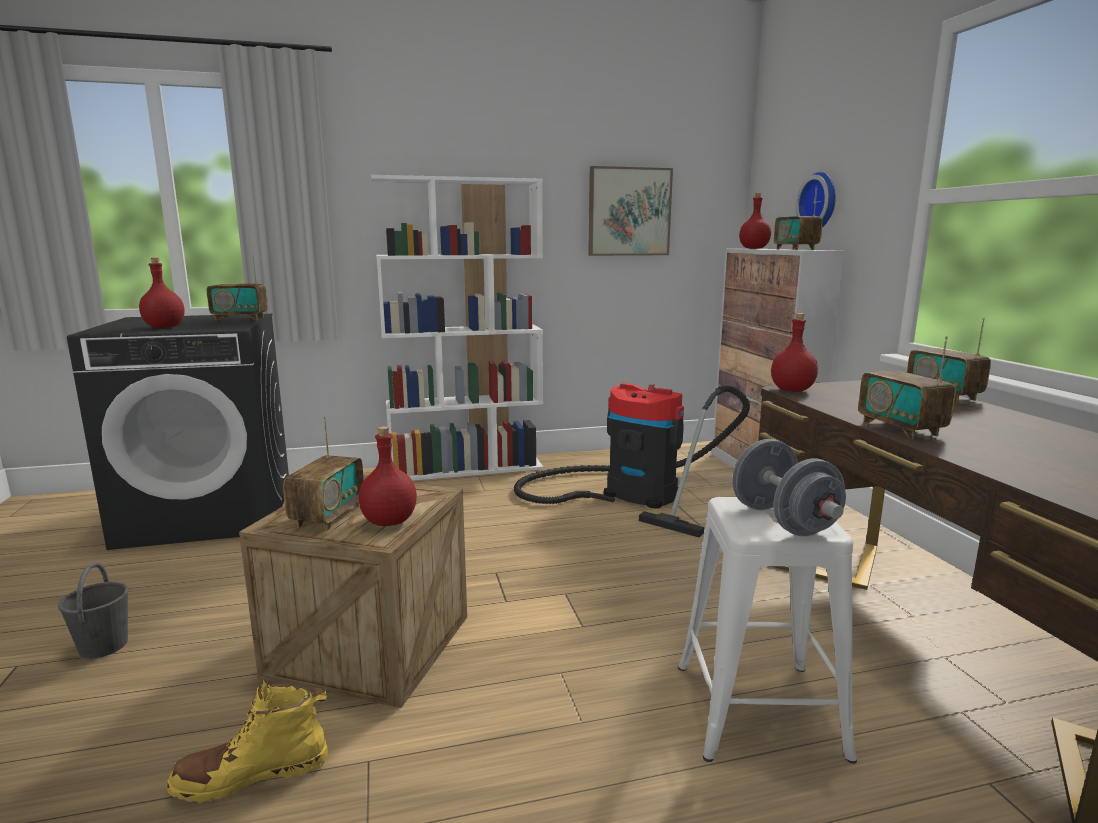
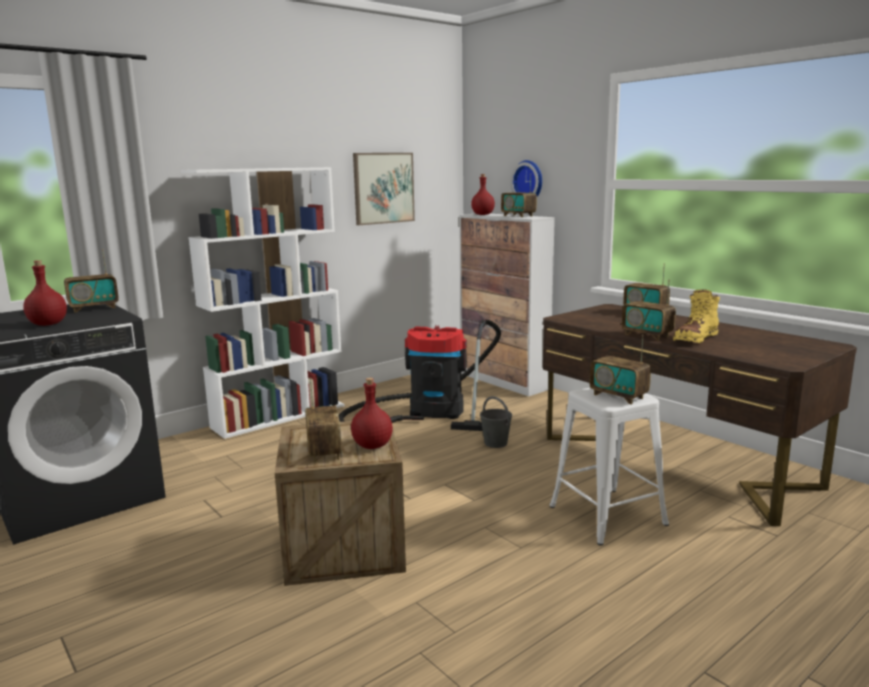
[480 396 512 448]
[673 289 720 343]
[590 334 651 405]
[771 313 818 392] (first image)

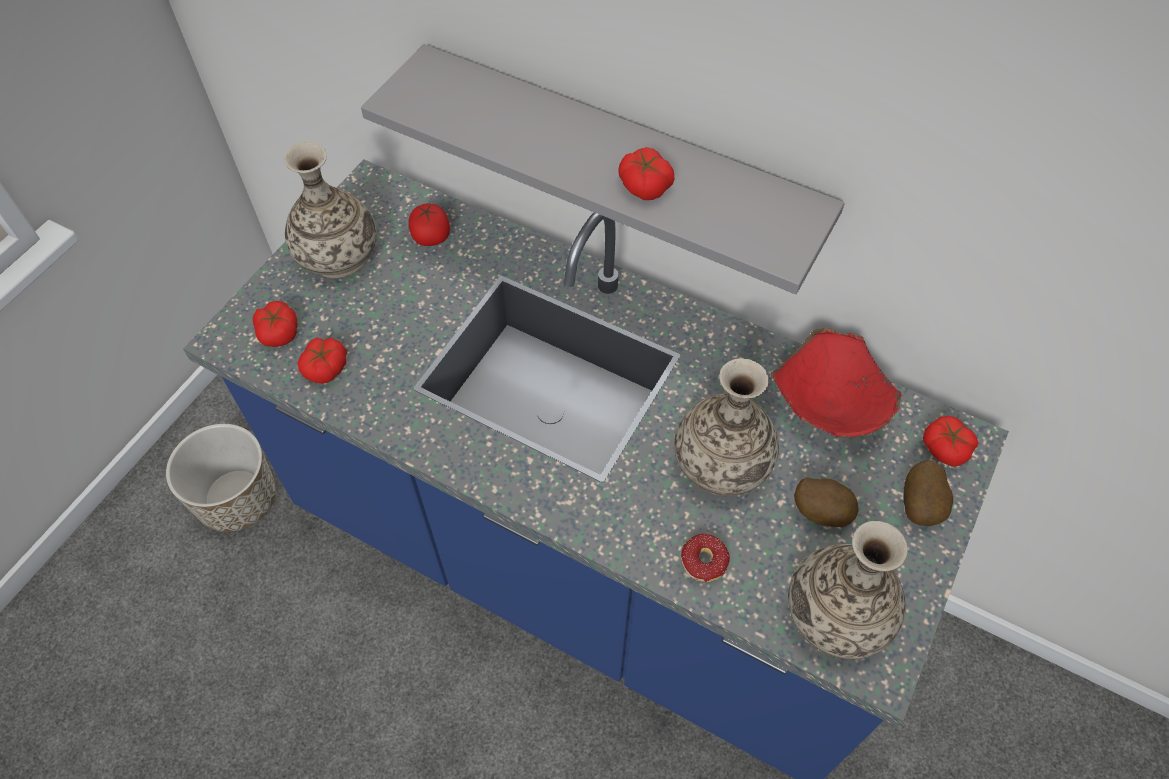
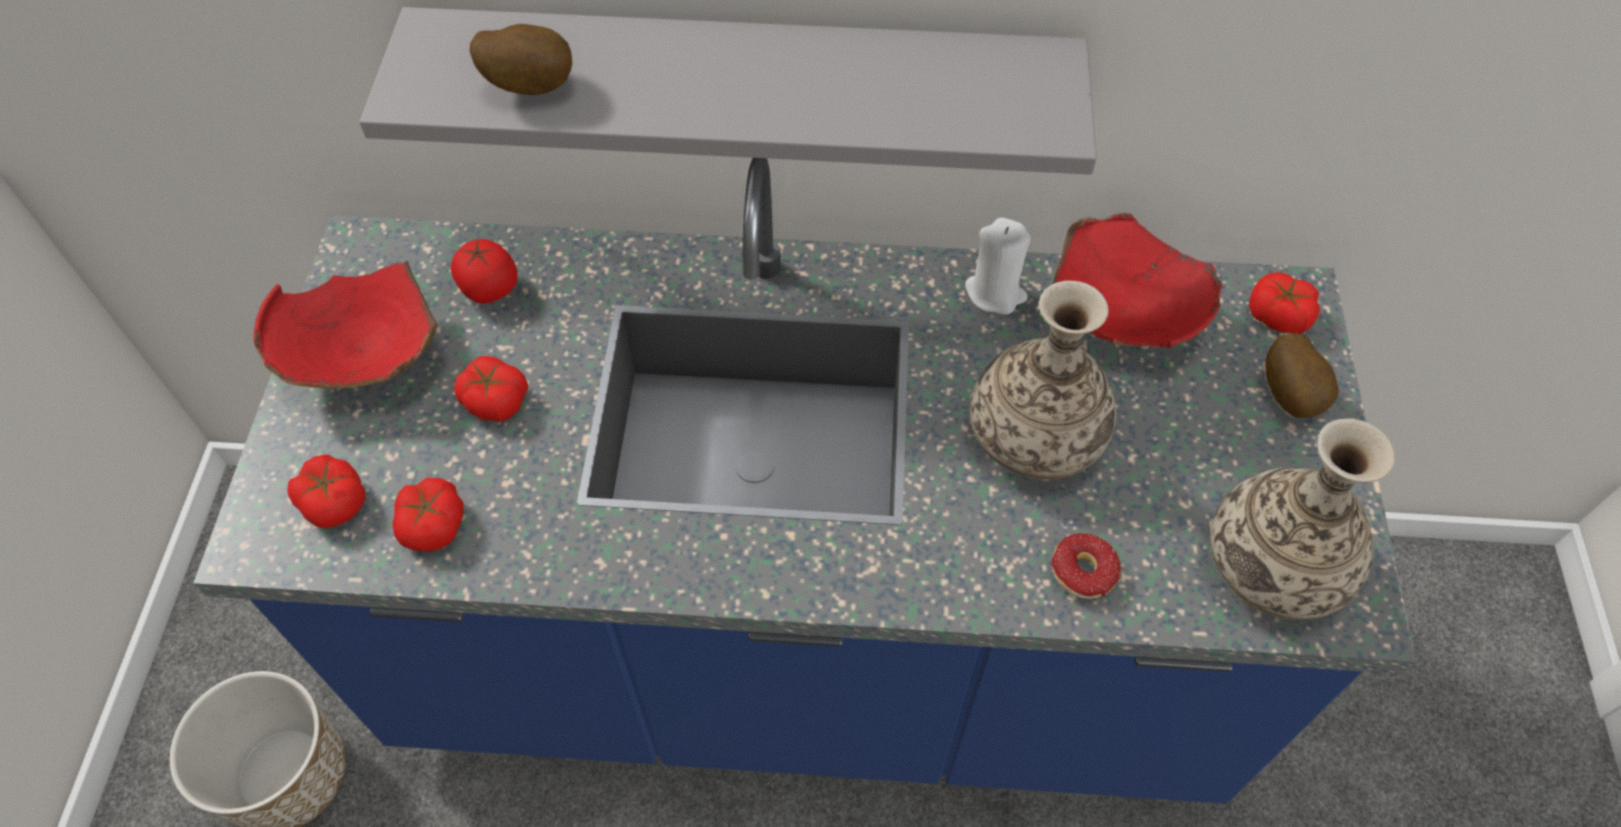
[254 261 437 389]
[454 356 528 422]
[470 24 572 95]
[965 217 1031 314]

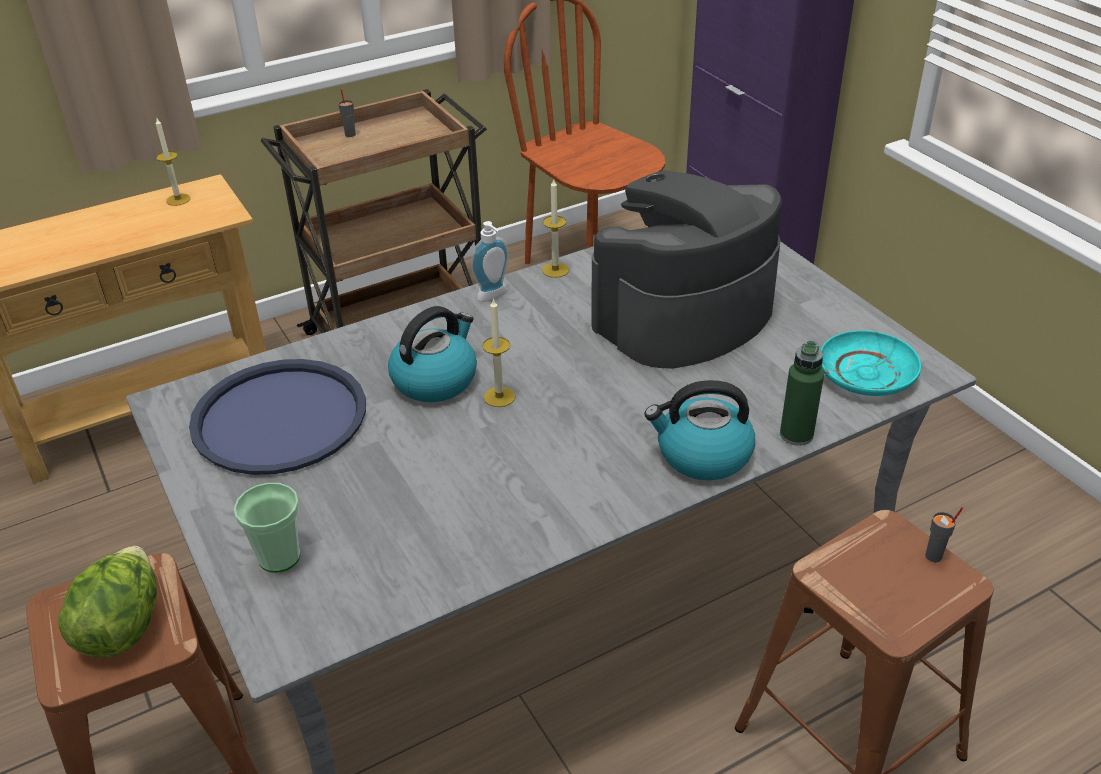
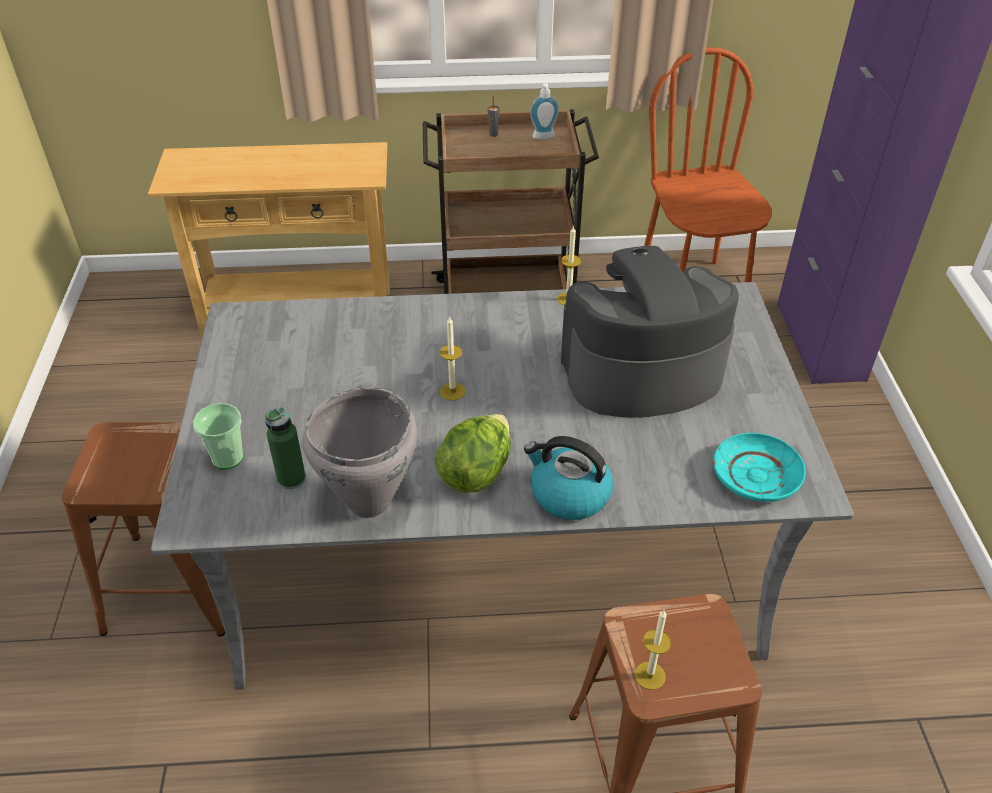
[435 414 511 493]
[634 610 671 690]
[189 359 366 475] (first image)
[388 306 477 402] (first image)
[530 83 559 139]
[265 407 306 489]
[925 507 963 562] (first image)
[303 388 417 518]

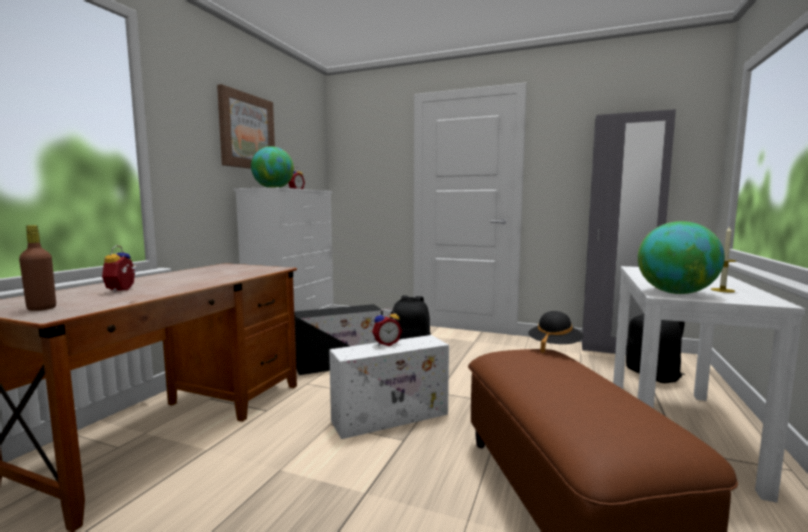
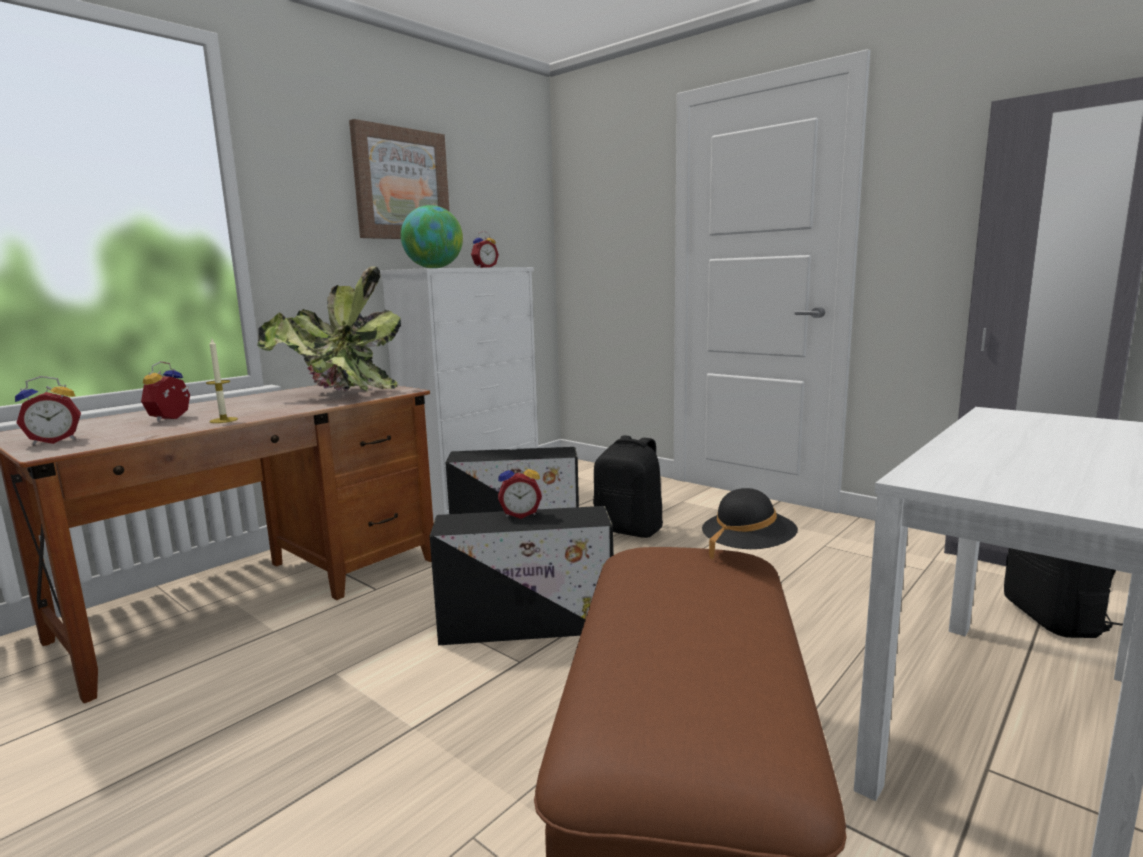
[15 376 81 444]
[430 506 613 646]
[638 221 725 294] (first image)
[206 337 238 423]
[257 266 401 391]

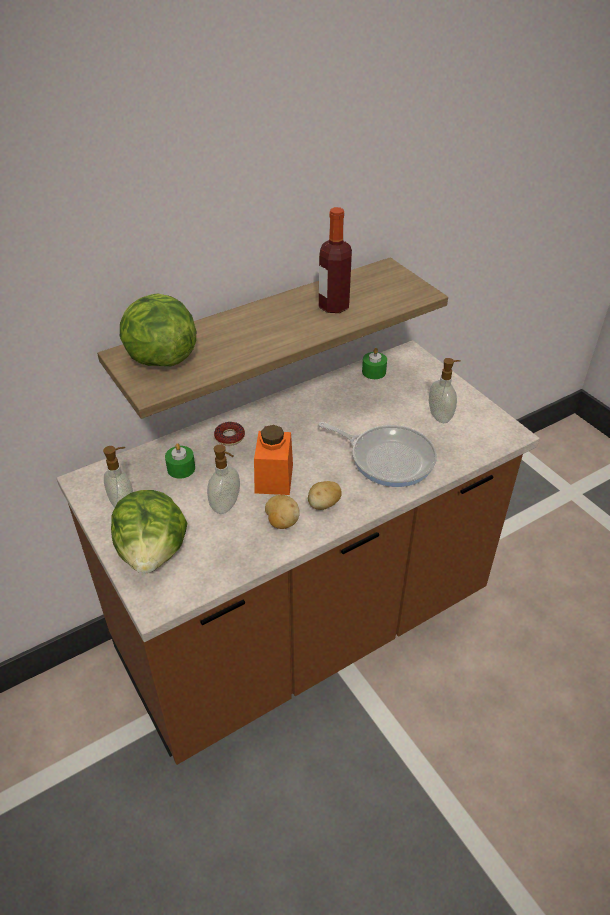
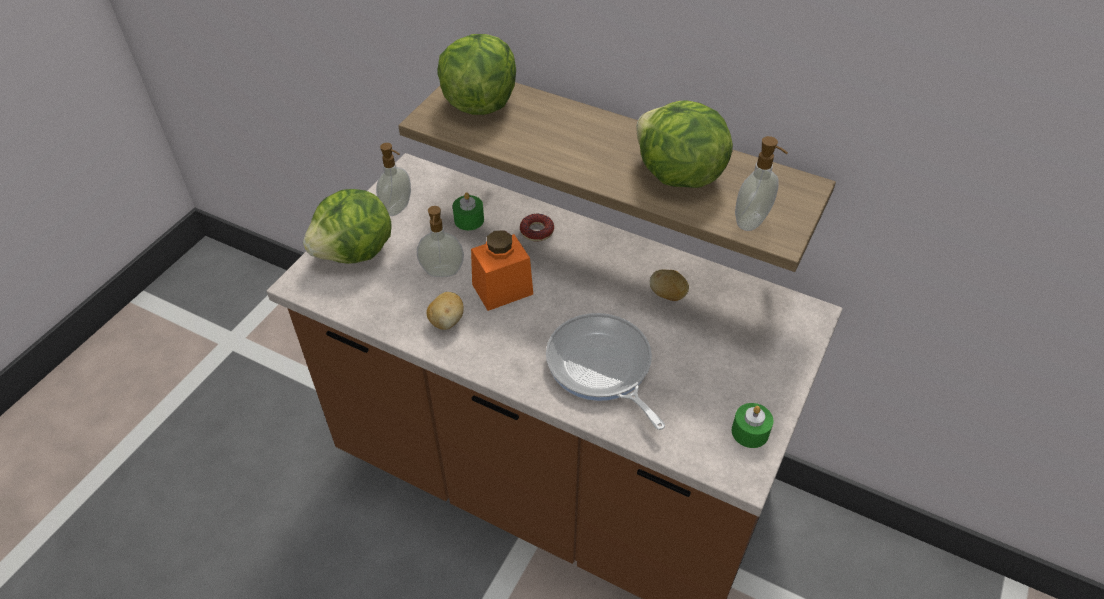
[650 269 689 301]
[636 100 733 188]
[546 313 665 430]
[732 403 773 448]
[735 136 788 231]

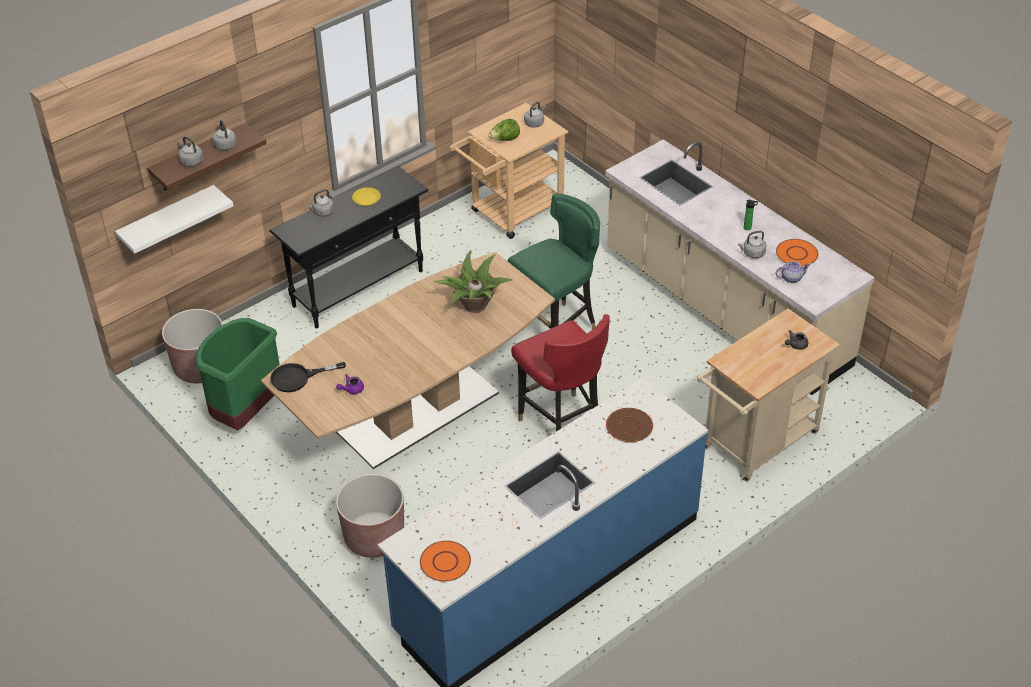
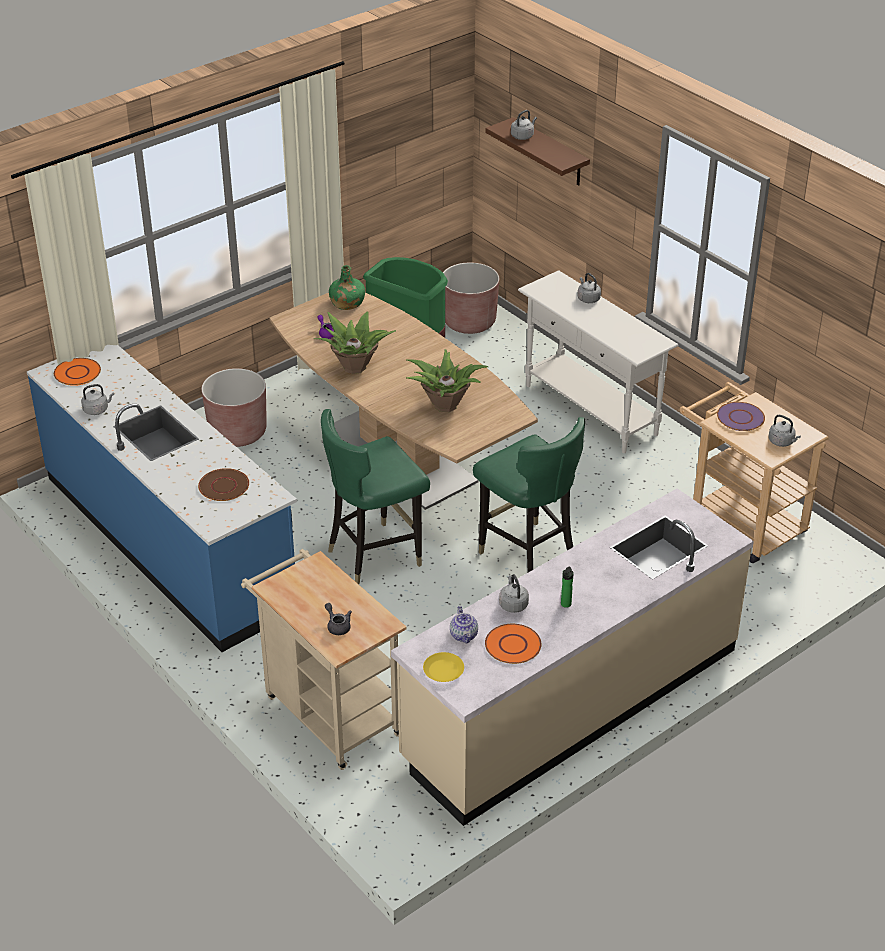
[115 185 234 254] (first image)
[81 384 114 415]
[518 270 678 453]
[329 265 365 310]
[423 652 464 682]
[717 402 765 431]
[321 409 430 584]
[313 312 396 374]

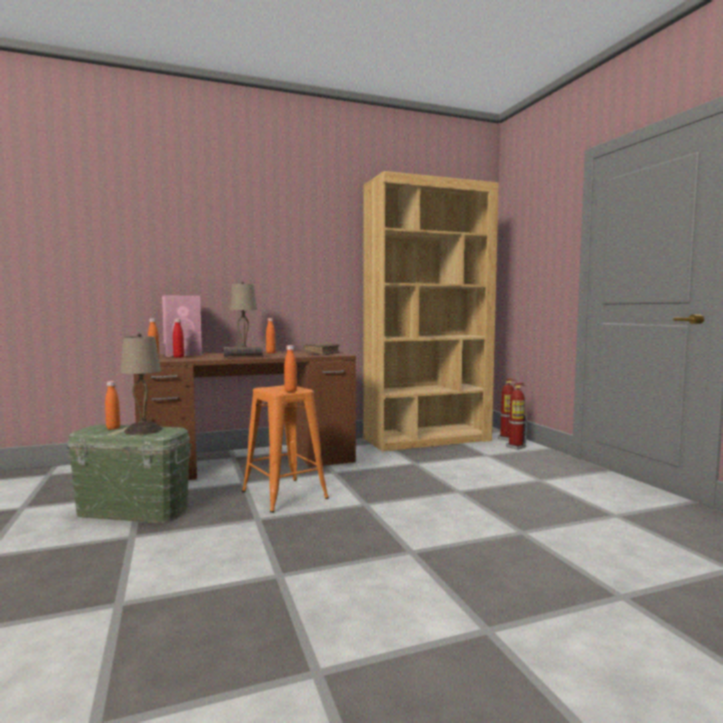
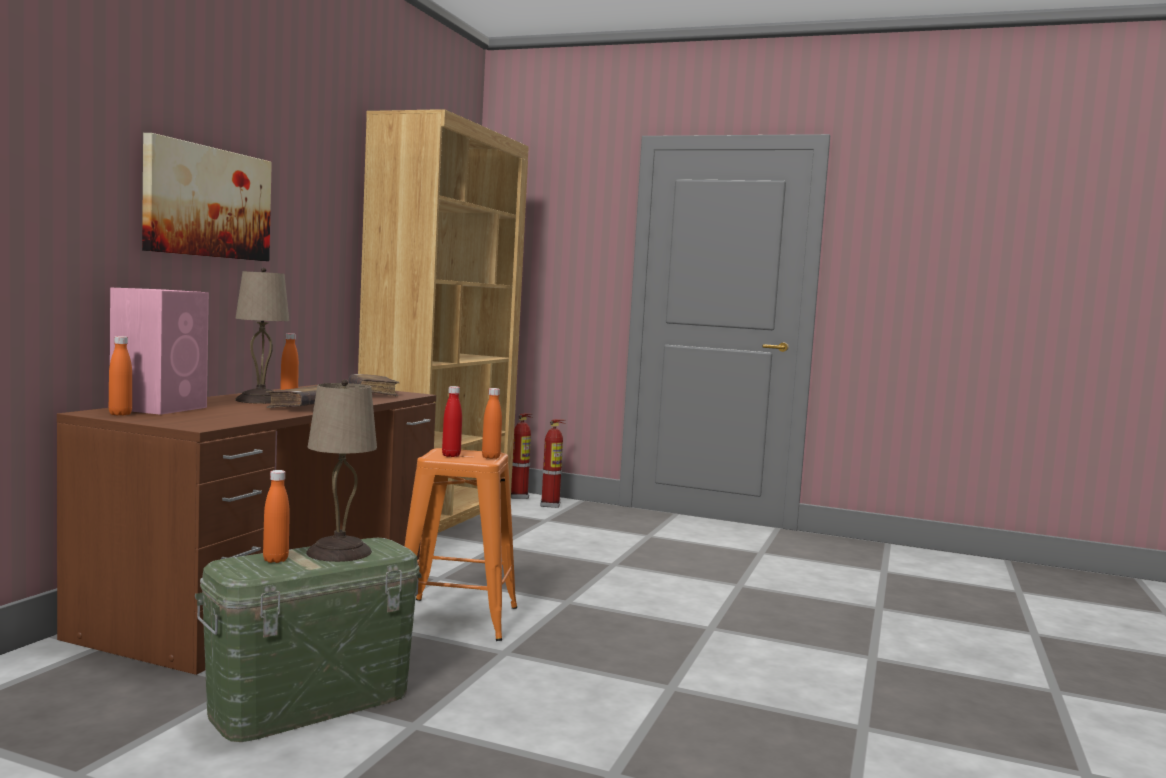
[442 386 462 457]
[142 133 272 261]

